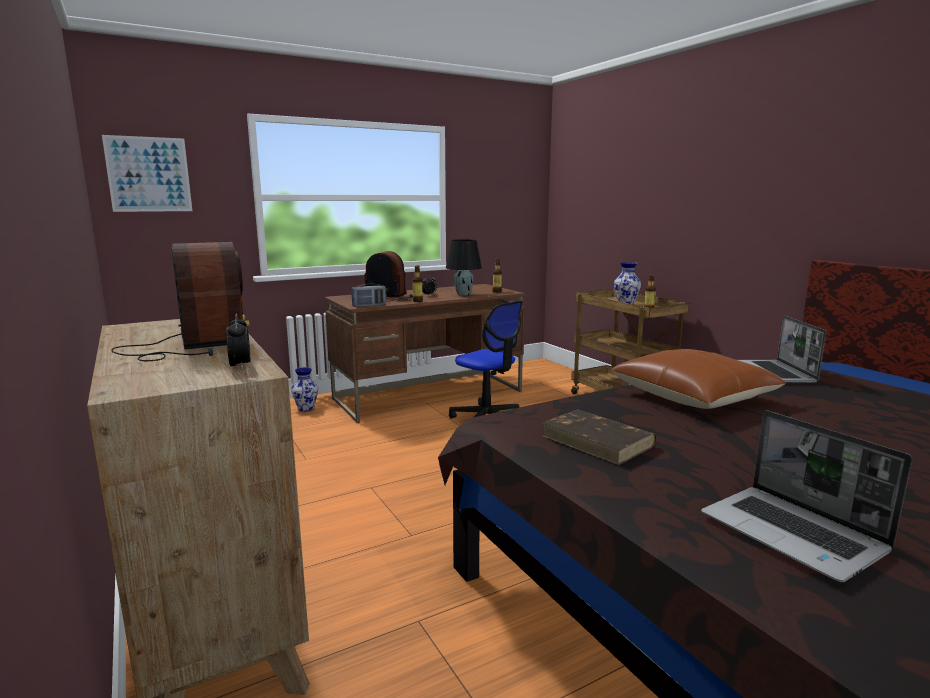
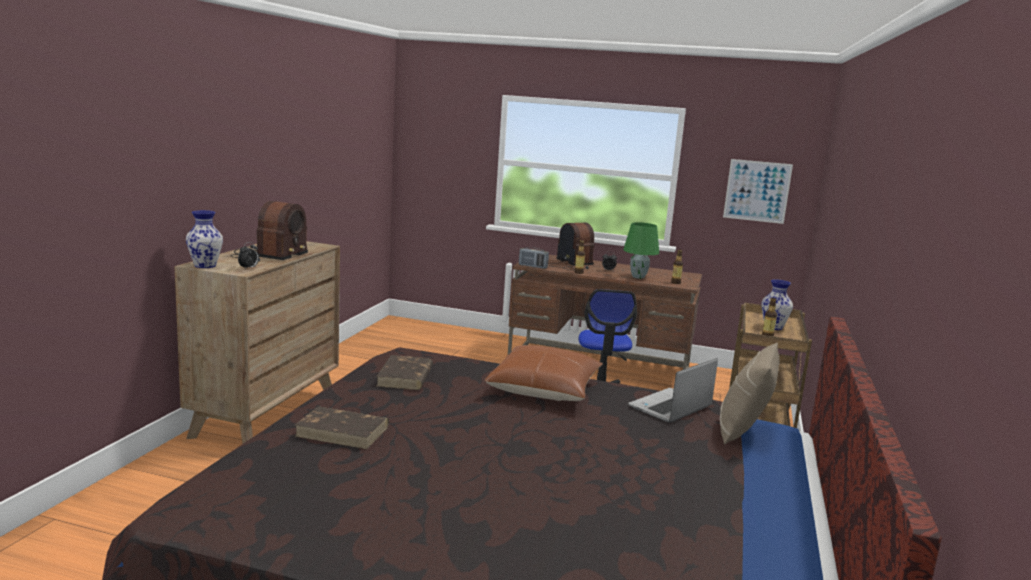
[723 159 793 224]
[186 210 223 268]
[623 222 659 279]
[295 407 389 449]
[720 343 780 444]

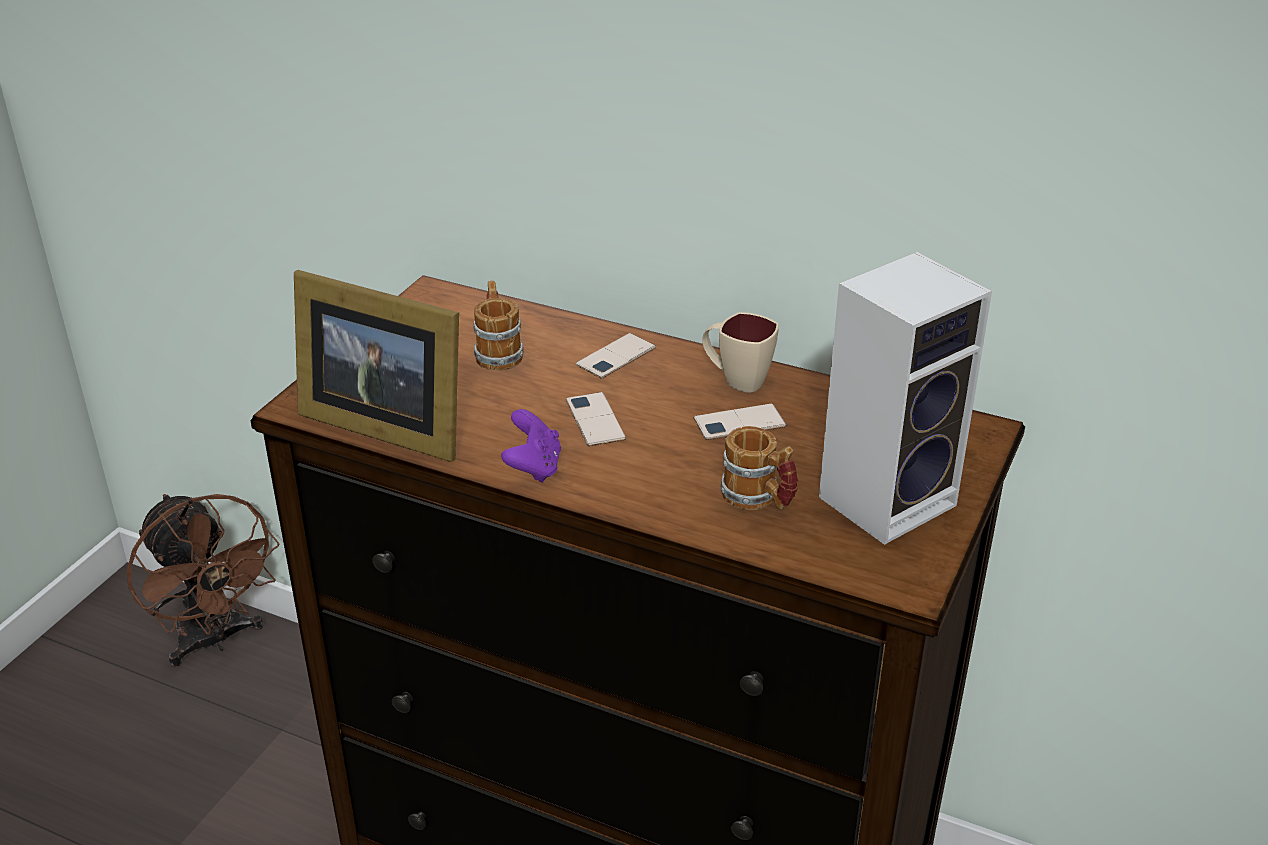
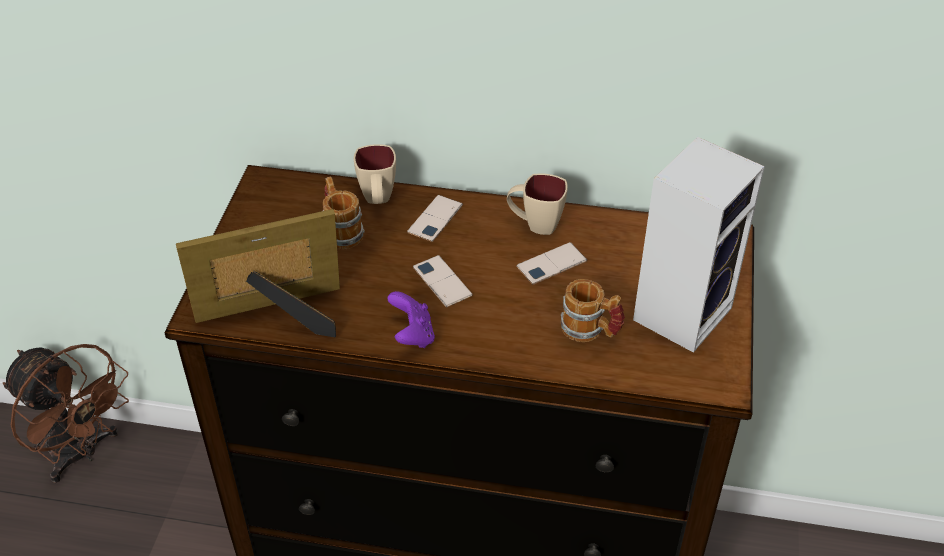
[176 209 340 337]
[354 144 396 204]

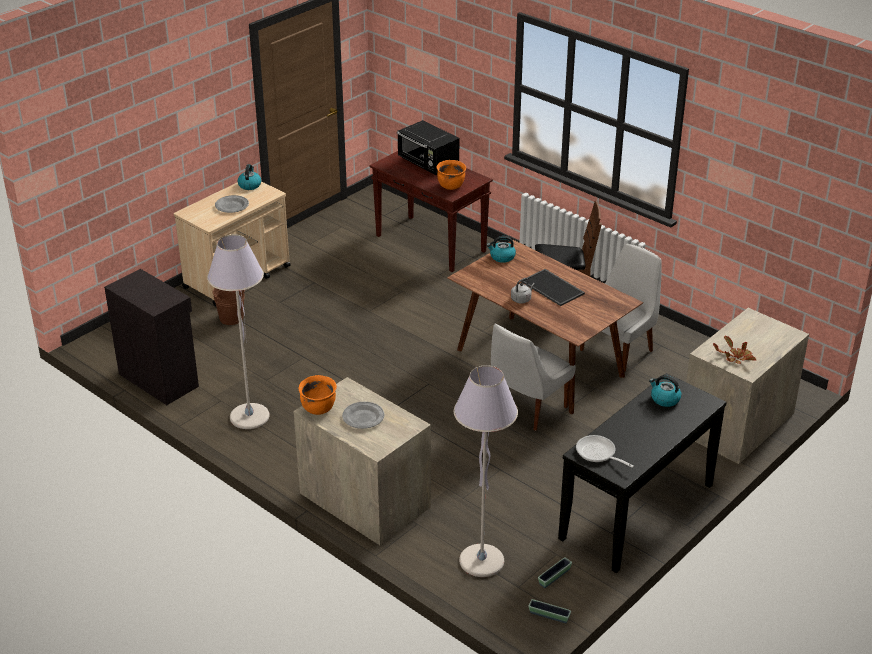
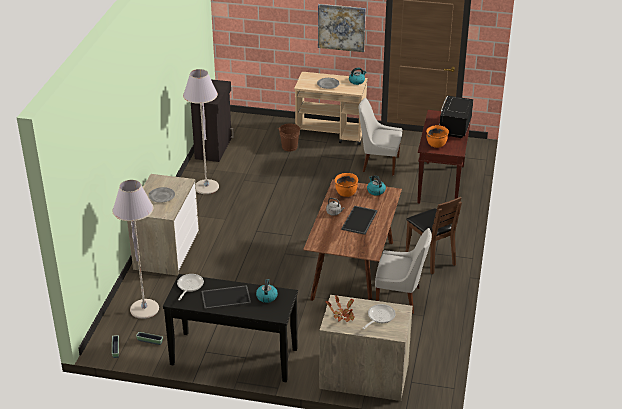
[335 173 358 197]
[358 98 402 176]
[201 285 251 310]
[318 4 366 52]
[362 304 396 329]

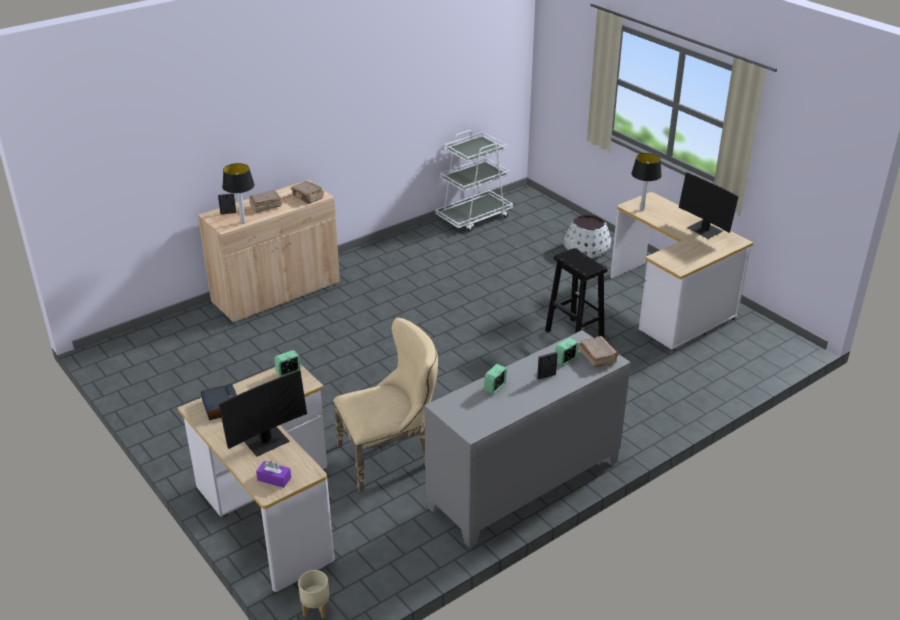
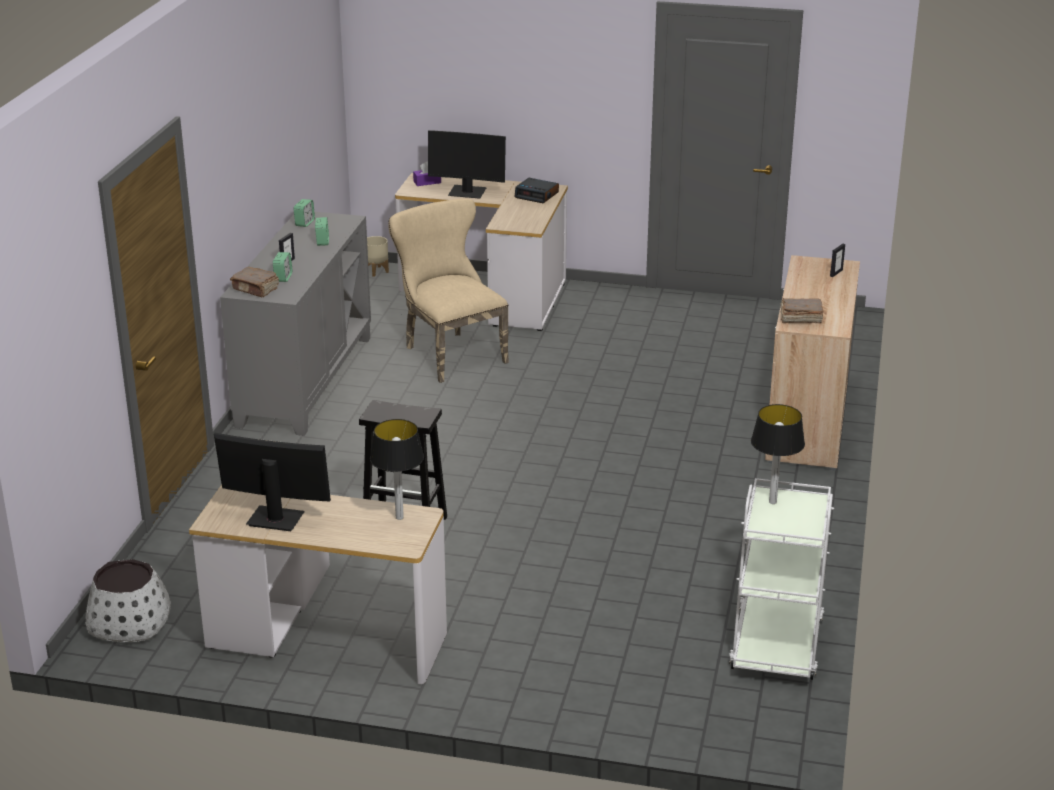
[428 130 506 198]
[751 404 805 504]
[249 190 282 213] (first image)
[294 199 315 227]
[388 199 509 383]
[85 559 171 642]

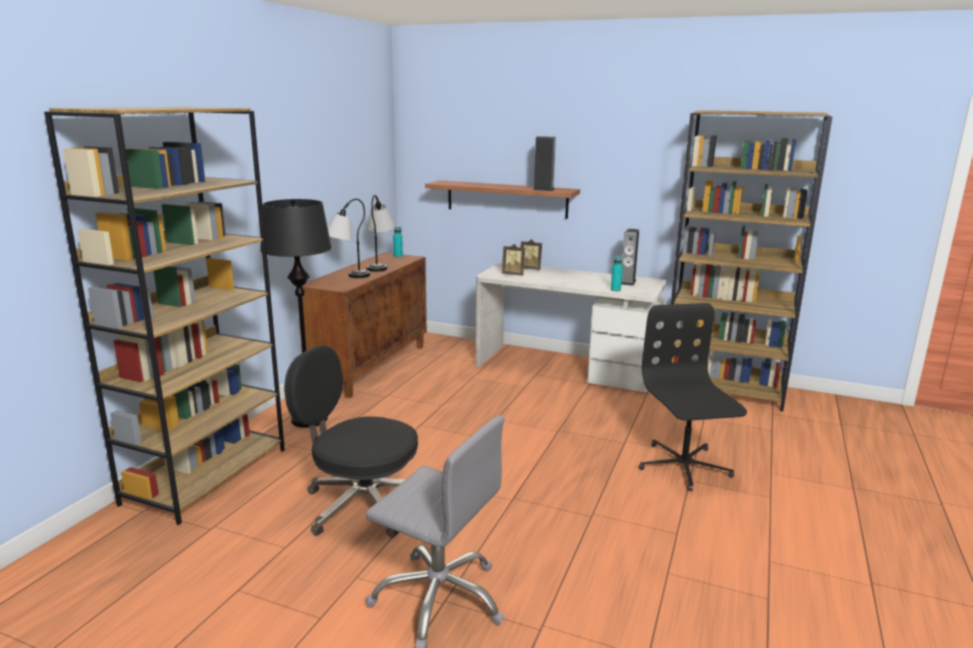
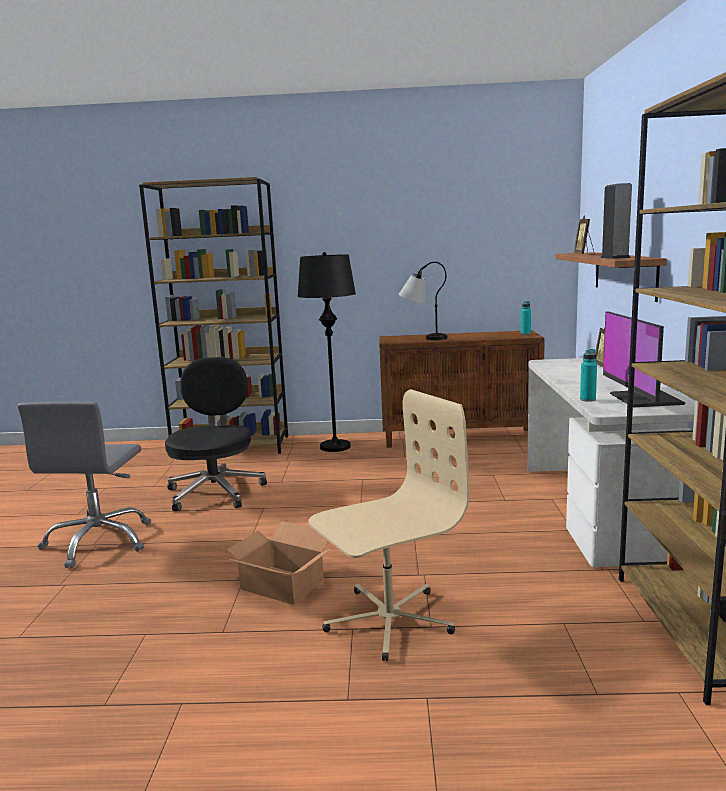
[366 195 394 272] (first image)
[574 215 594 255]
[603 311 685 407]
[308 389 470 661]
[224 521 332 605]

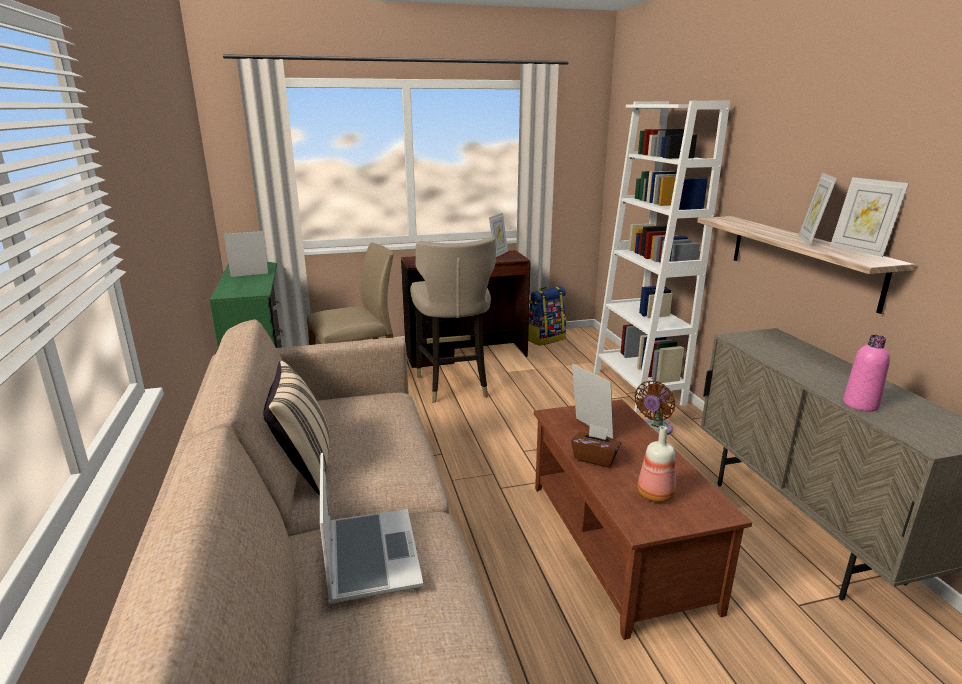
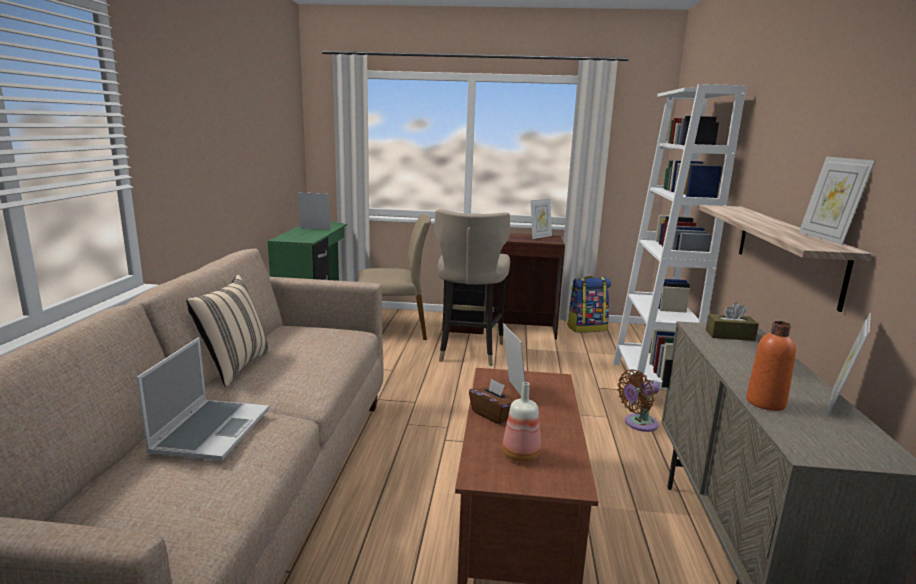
[828 313 871 417]
[746 321 796 411]
[706 302 759 341]

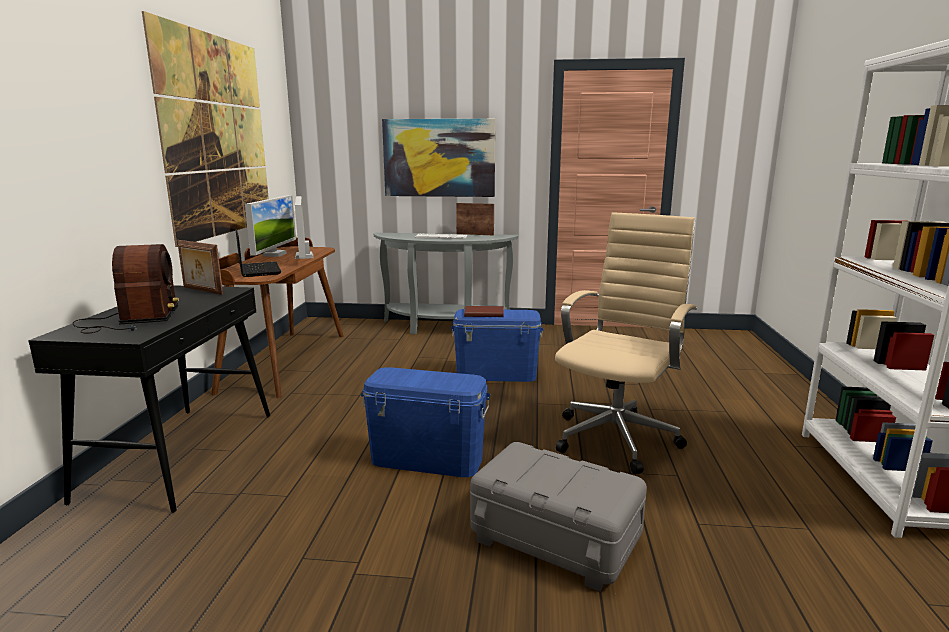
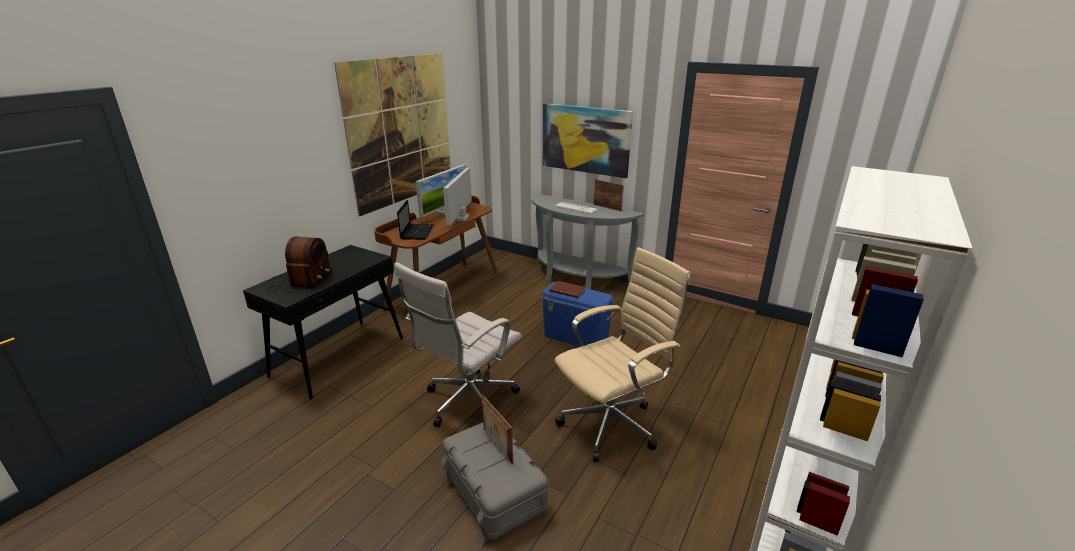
[482 395 513 464]
[394 262 521 427]

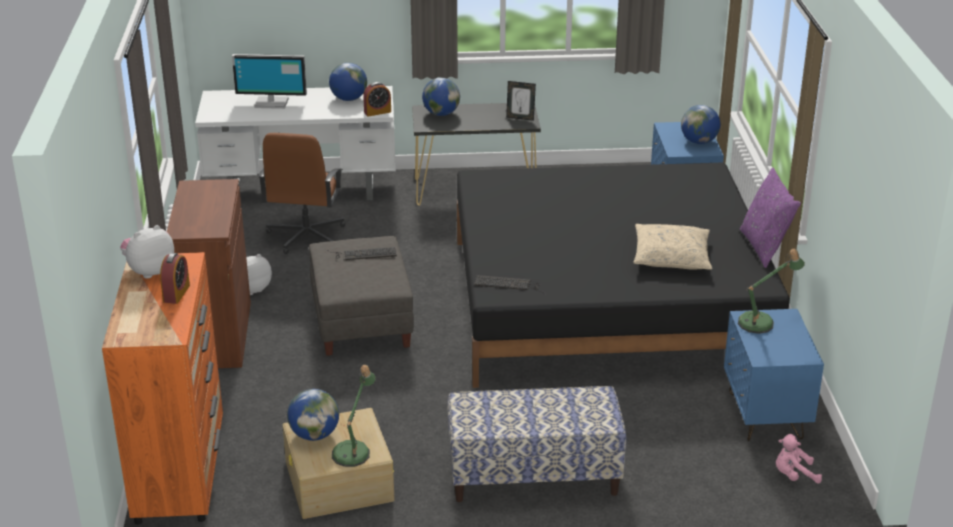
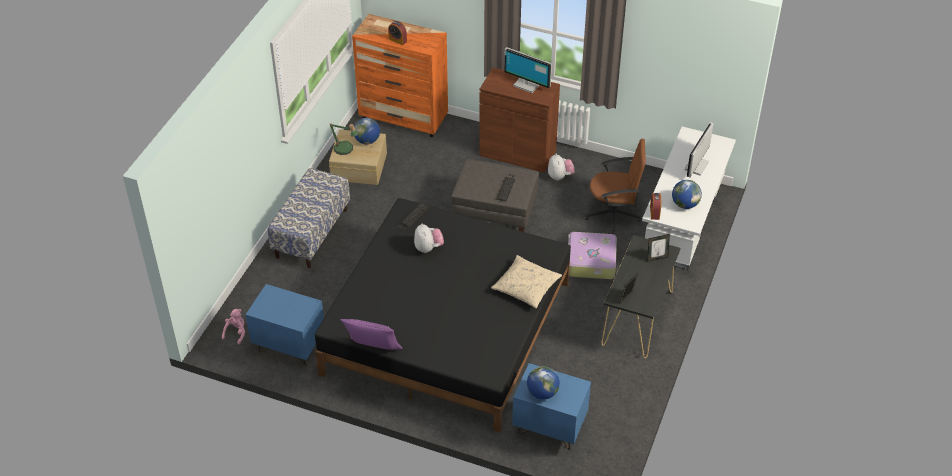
[414 224 444 253]
[585 139 646 234]
[647 234 670 262]
[491 255 562 308]
[738 248 805 334] (first image)
[504 47 552 93]
[568 232 617 279]

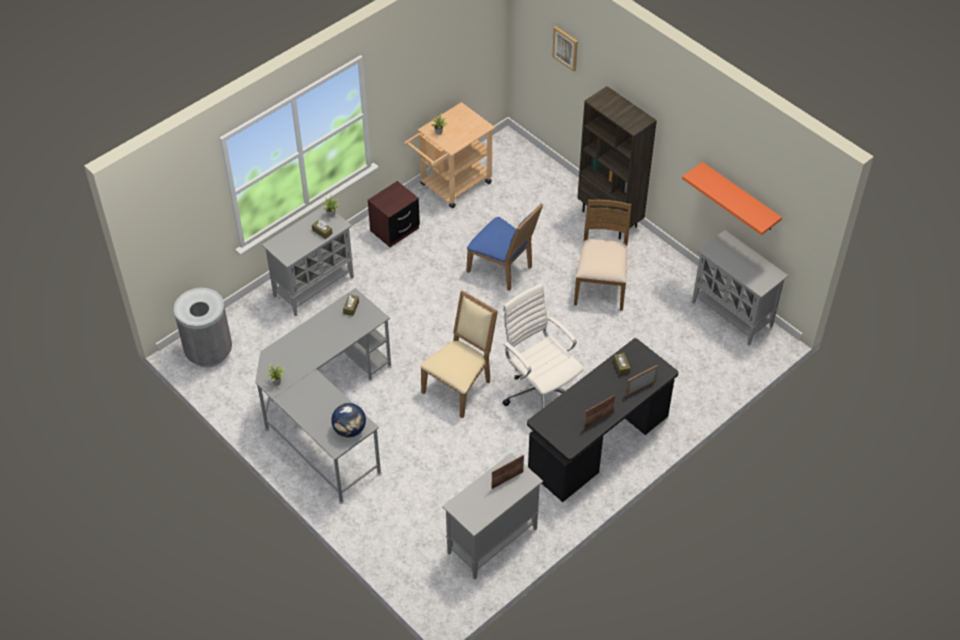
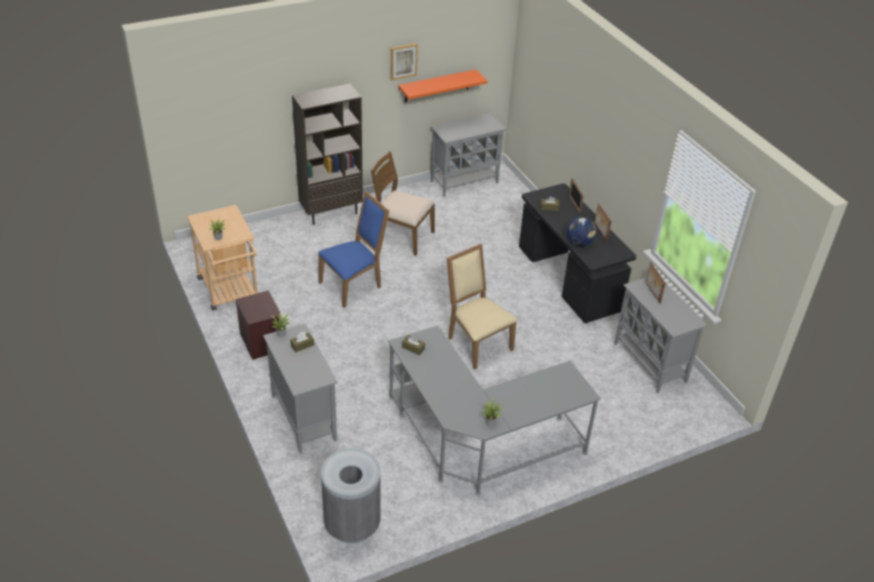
[566 217 596 247]
[503 283 584 409] (first image)
[391 43 418 80]

